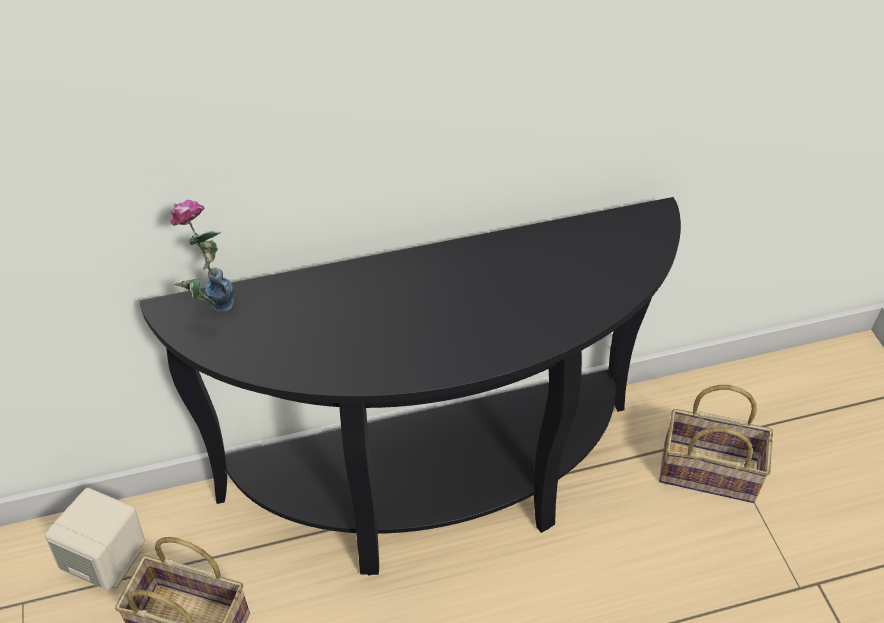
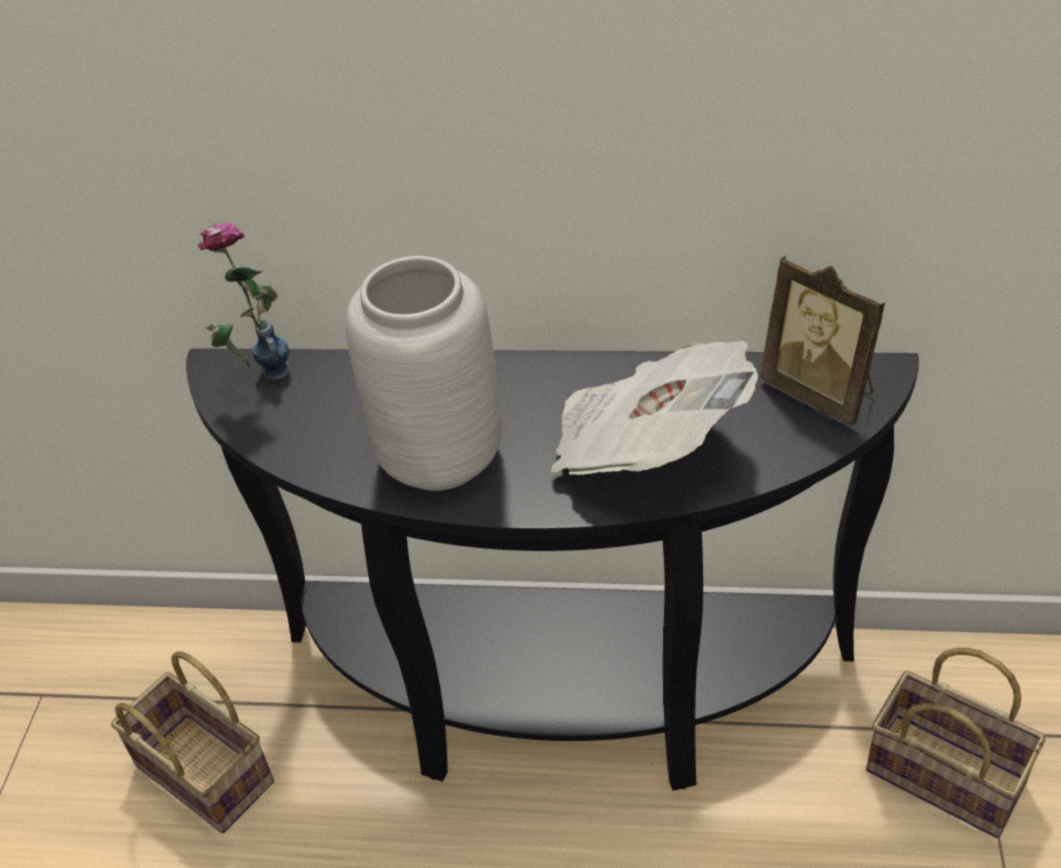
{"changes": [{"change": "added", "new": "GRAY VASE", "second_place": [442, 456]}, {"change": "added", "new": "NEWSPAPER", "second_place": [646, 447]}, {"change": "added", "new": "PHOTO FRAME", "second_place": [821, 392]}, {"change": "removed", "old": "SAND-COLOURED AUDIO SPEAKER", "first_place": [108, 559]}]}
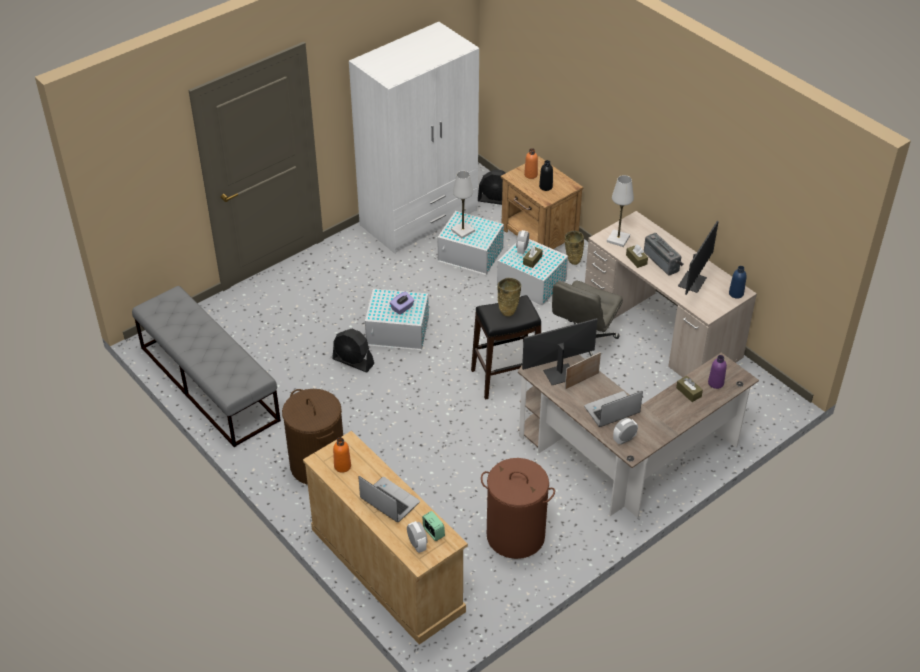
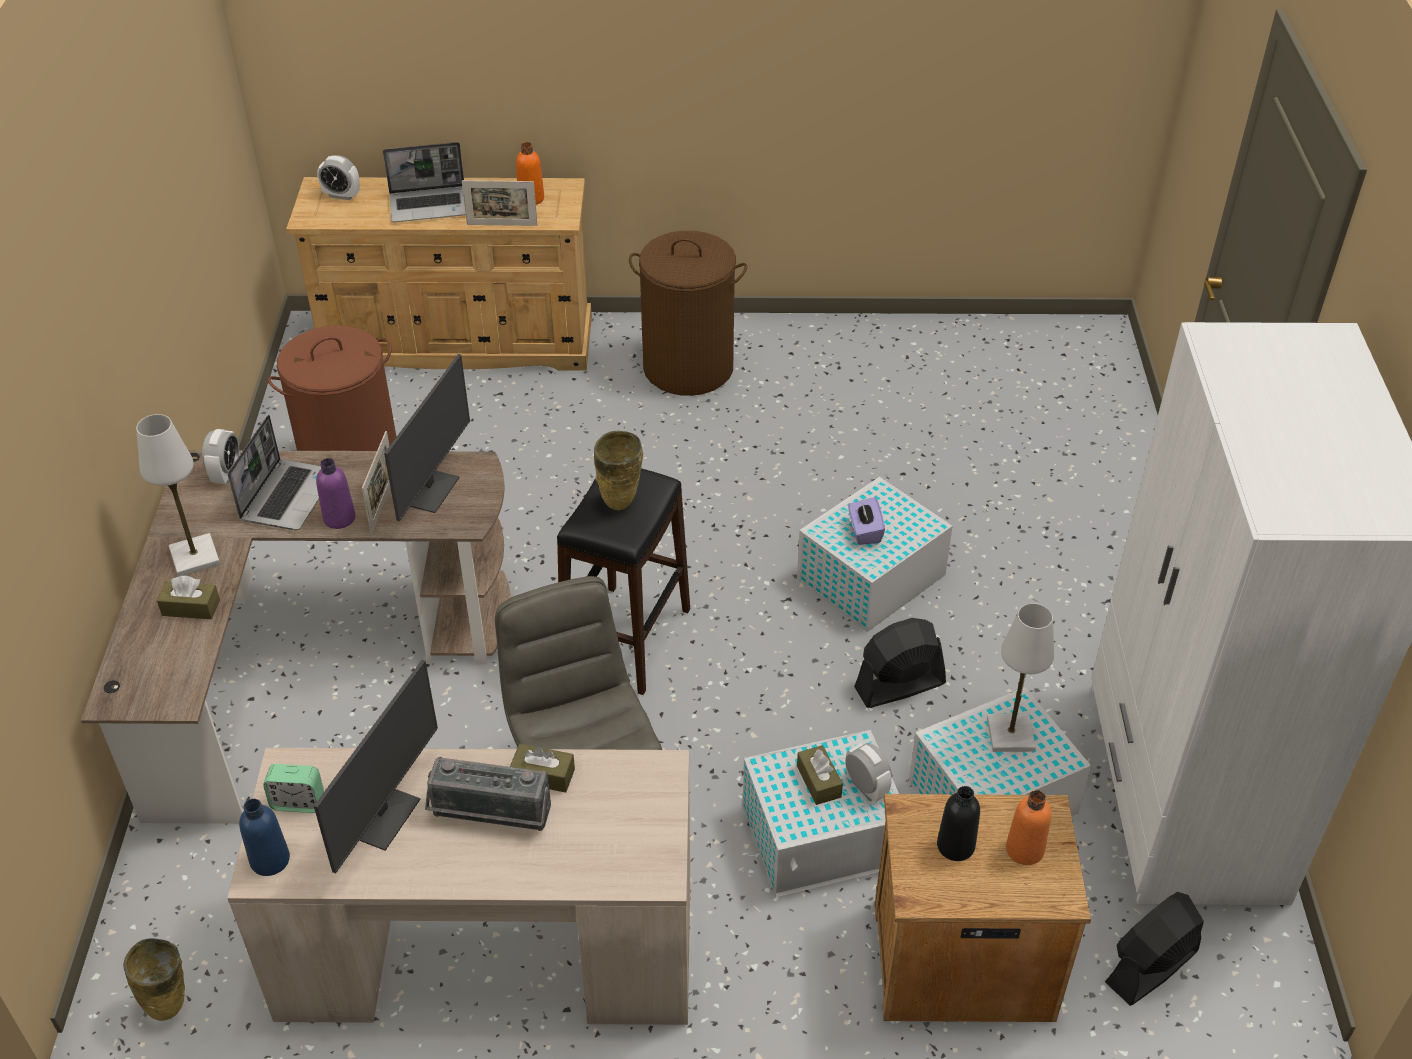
{"changes": [{"change": "moved", "old": "SAND-COLOURED VASE", "first_place": [573, 261], "second_place": [170, 1008]}, {"change": "moved", "old": "WHITISH LAMP FOR A TABLE", "first_place": [618, 239], "second_place": [194, 557]}, {"change": "moved", "old": "ALARM CLOCK", "first_place": [433, 532], "second_place": [298, 802]}, {"change": "turned", "old": "COMPUTER SCREEN", "first_place": [693, 282], "second_place": [382, 816], "degrees": -135}, {"change": "moved", "old": "PURPLE BEVERAGE BOTTLE", "first_place": [715, 383], "second_place": [339, 518]}, {"change": "added", "new": "PHOTO FRAME", "second_place": [502, 225]}, {"change": "moved", "old": "BLACKISH ELECTRIC FAN", "first_place": [353, 361], "second_place": [899, 686]}, {"change": "removed", "old": "GRAY INDOOR BENCH", "first_place": [208, 383]}]}
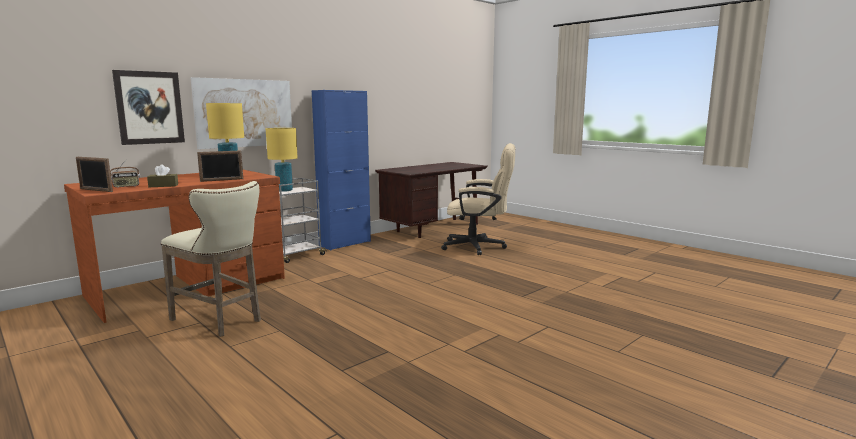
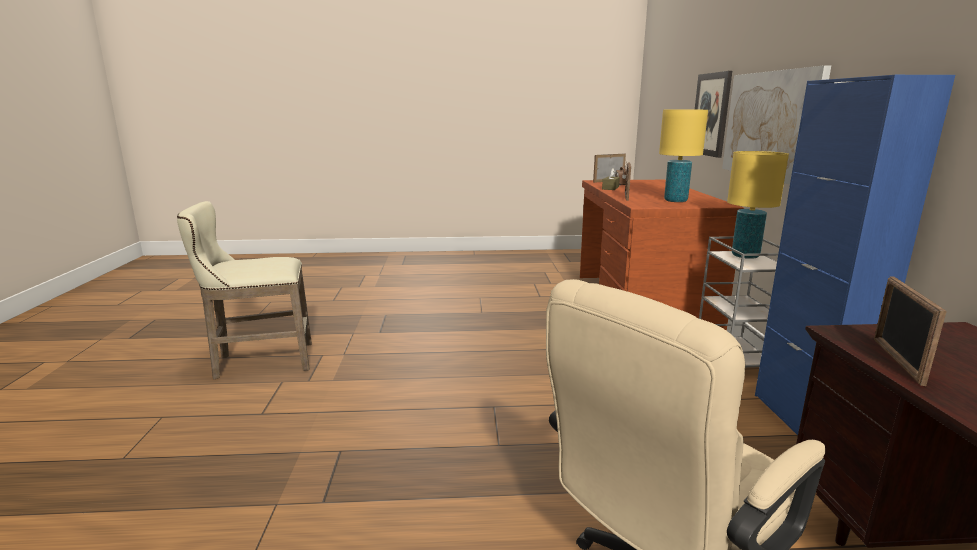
{"changes": [{"change": "moved", "old": "SAND-COLOURED STOOL SEAT", "first_place": [220, 321], "second_place": [258, 362]}, {"change": "added", "new": "PHOTO FRAME", "second_place": [897, 361]}]}
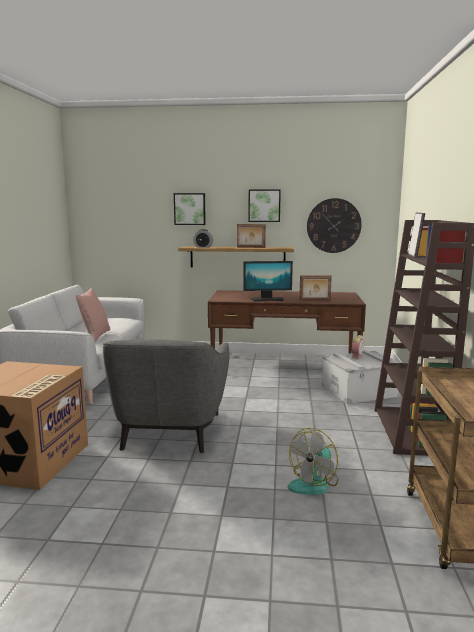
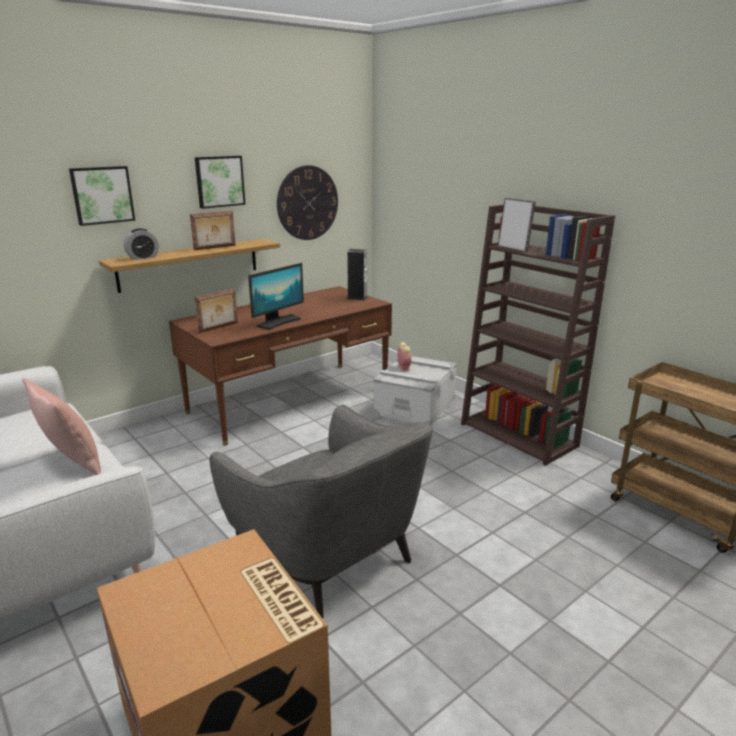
{"changes": [{"change": "moved", "old": "PHOTO FRAME", "first_place": [315, 300], "second_place": [219, 327]}, {"change": "added", "new": "AUDIO SPEAKER", "second_place": [357, 297]}, {"change": "removed", "old": "ELECTRIC FAN", "first_place": [314, 483]}]}
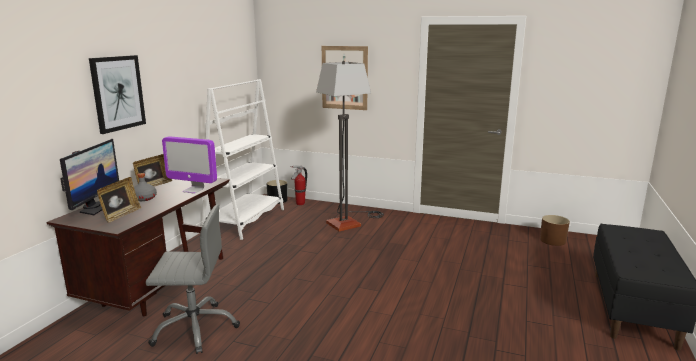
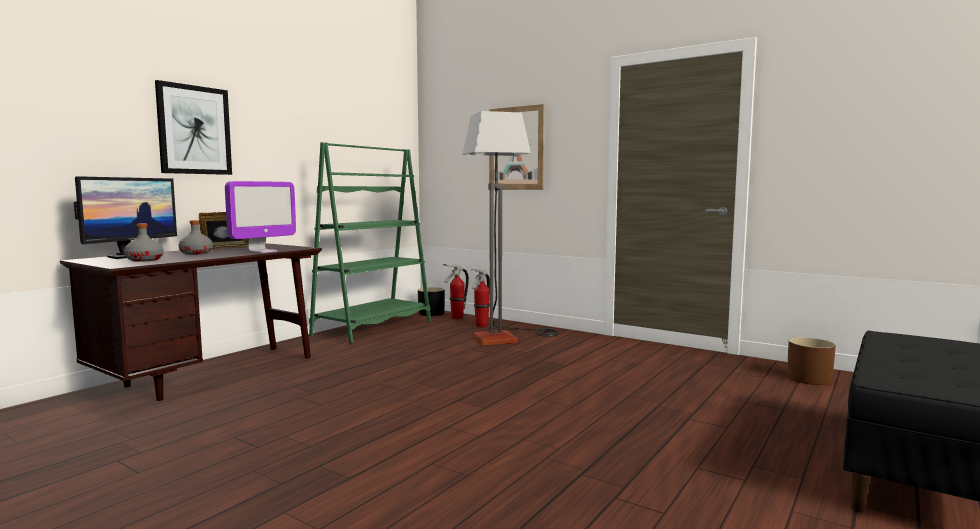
{"changes": [{"change": "replaced", "old": "PHOTO FRAME", "new": "GRAY BEVERAGE BOTTLE", "first_place": [120, 215], "second_place": [144, 260]}, {"change": "turned", "old": "COMPUTER SCREEN", "first_place": [193, 190], "second_place": [263, 251], "degrees": -90}, {"change": "recoloured", "old": "WHITISH BOOKSHELF", "new": "GREEN-COLOURED BOOKSHELF", "first_place": [245, 221], "second_place": [373, 328]}, {"change": "added", "new": "FIRE EXTINGUISHER", "second_place": [481, 326]}, {"change": "removed", "old": "GRAY COMPUTER CHAIR", "first_place": [195, 328]}]}
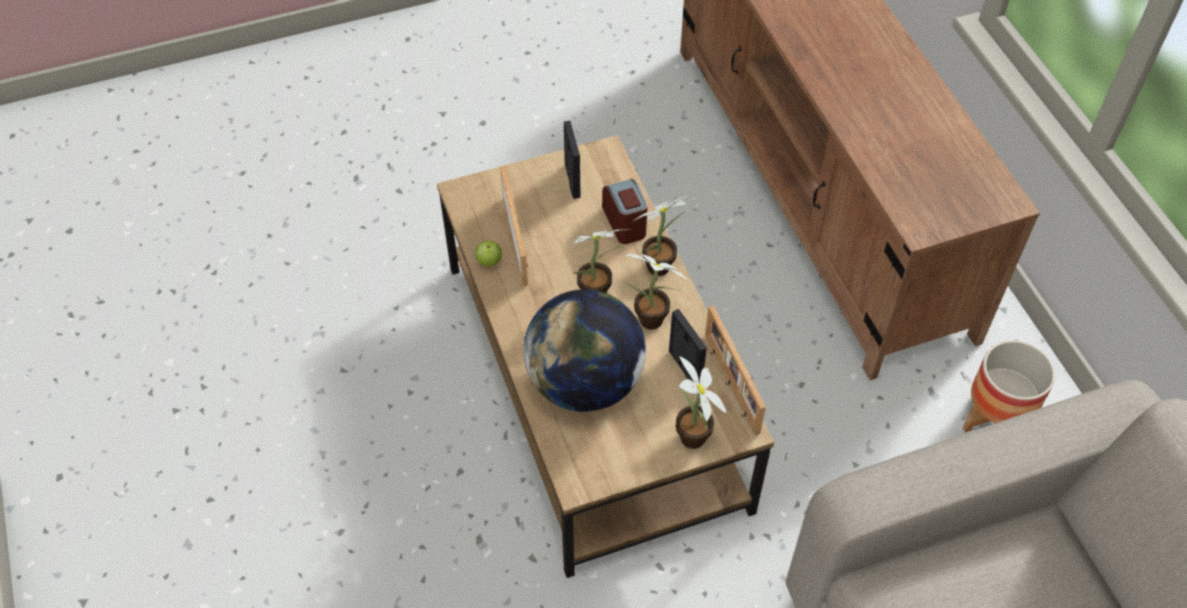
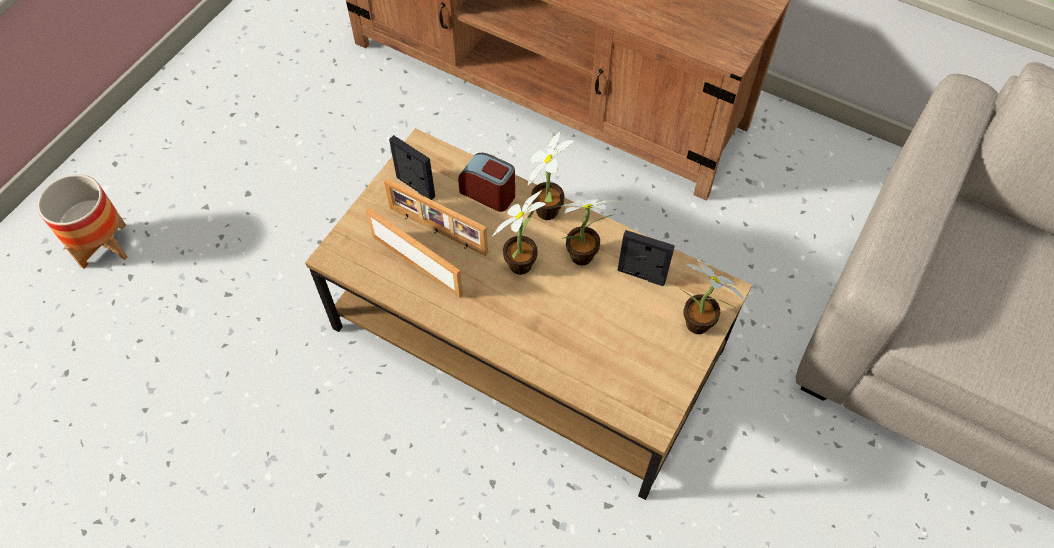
{"changes": [{"change": "moved", "old": "PLANTER", "first_place": [994, 420], "second_place": [104, 245]}, {"change": "moved", "old": "PHOTO FRAME", "first_place": [729, 384], "second_place": [437, 231]}, {"change": "removed", "old": "APPLE FRUIT", "first_place": [489, 261]}, {"change": "removed", "old": "WORLD GLOBE", "first_place": [585, 383]}]}
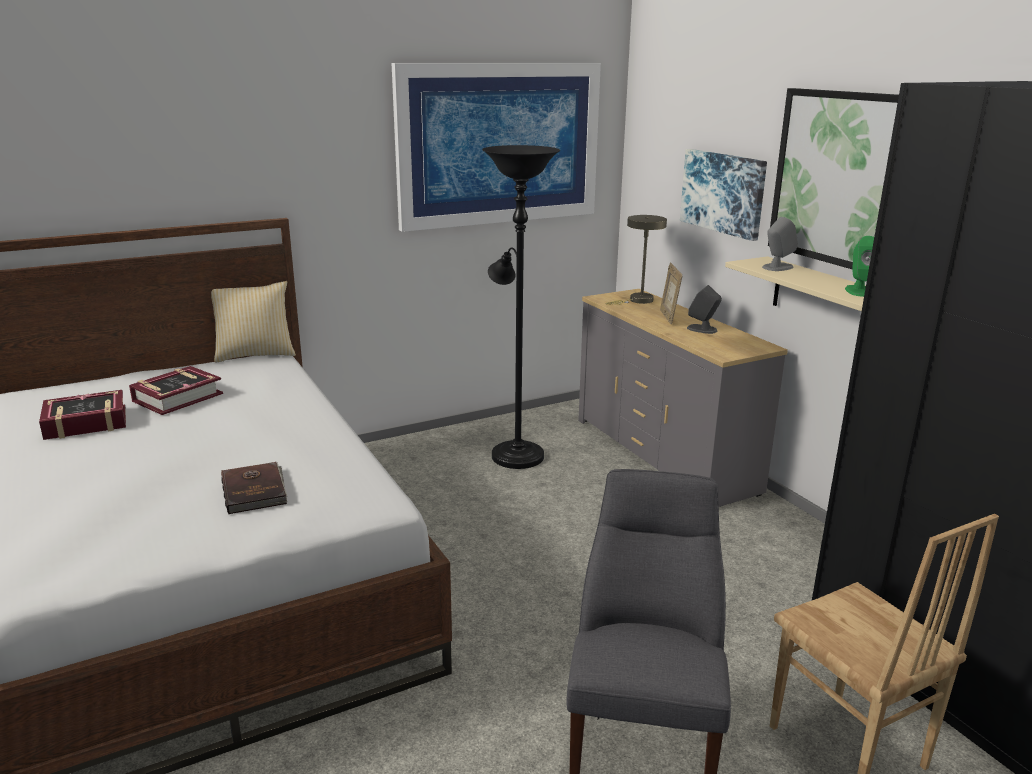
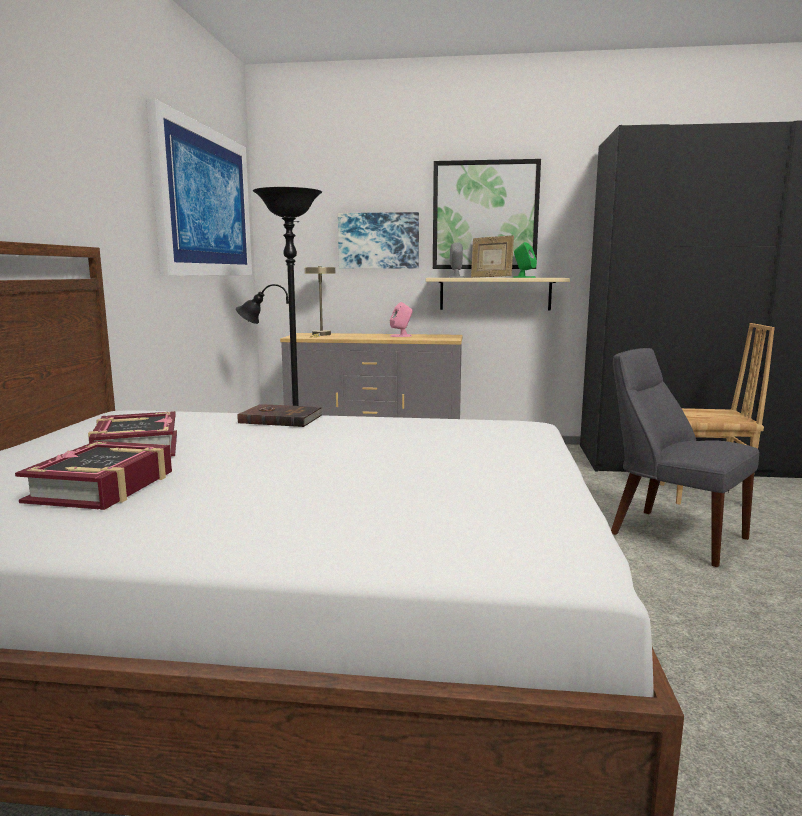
{"changes": [{"change": "moved", "old": "BROWN-COLOURED BOUND BOOK", "first_place": [255, 490], "second_place": [280, 419]}, {"change": "recoloured", "old": "GRAY AUDIO SPEAKER", "new": "PINK-COLOURED AUDIO SPEAKER", "first_place": [702, 329], "second_place": [401, 336]}, {"change": "moved", "old": "PHOTO FRAME", "first_place": [668, 317], "second_place": [491, 277]}, {"change": "removed", "old": "PILLOW", "first_place": [255, 354]}]}
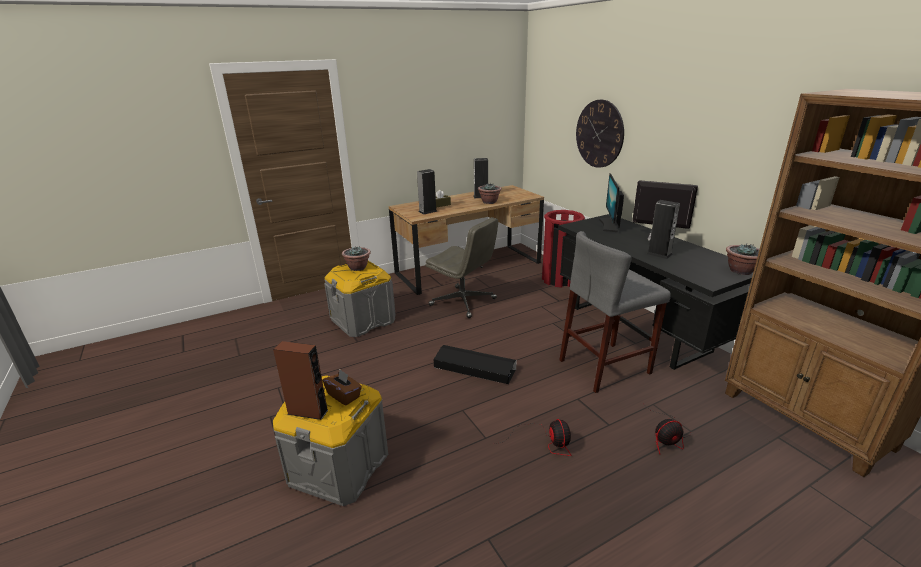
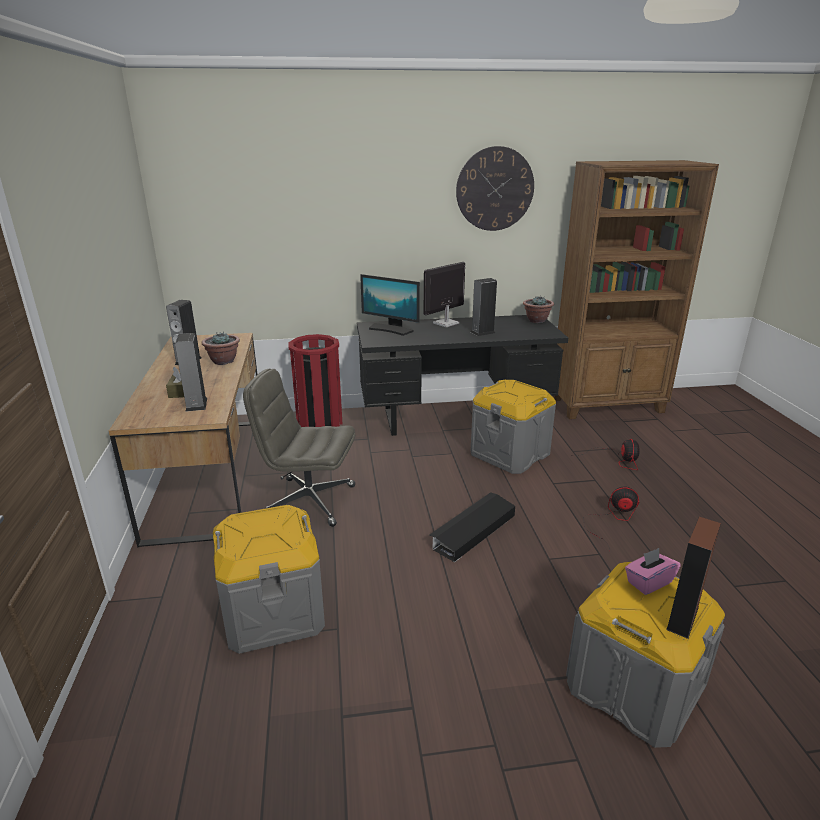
{"changes": [{"change": "turned", "old": "GRAY COMPUTER CHAIR", "first_place": [463, 302], "second_place": [308, 502], "degrees": -135}, {"change": "moved", "old": "CLOCK ON THE WALL", "first_place": [599, 134], "second_place": [495, 189]}, {"change": "replaced", "old": "GRAY STOOL SEAT", "new": "GRAY STORAGE BIN", "first_place": [605, 367], "second_place": [509, 454]}, {"change": "recoloured", "old": "BROWN-COLOURED TISSUE BOX", "new": "PINK-COLOURED TISSUE BOX", "first_place": [344, 396], "second_place": [648, 582]}, {"change": "removed", "old": "POTTED PLANT", "first_place": [358, 268]}]}
